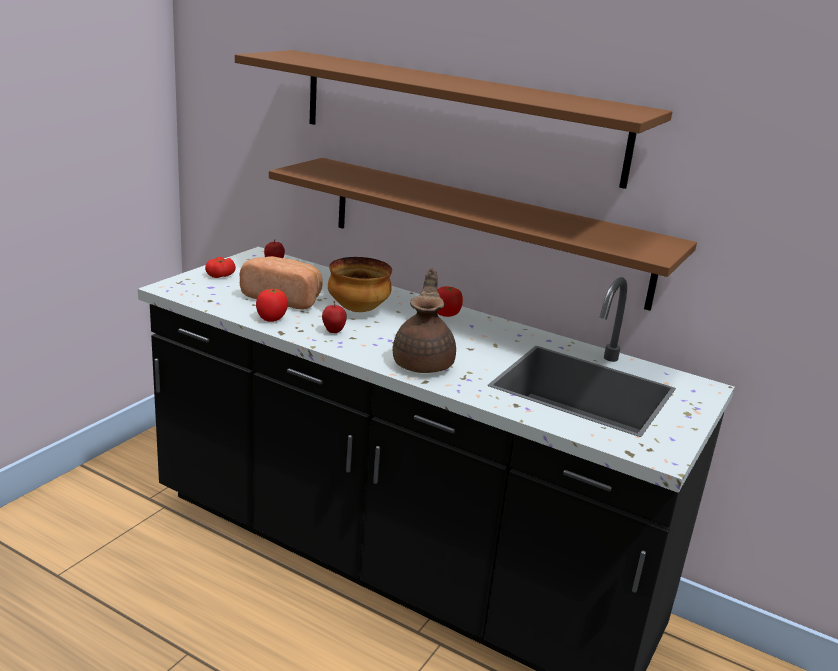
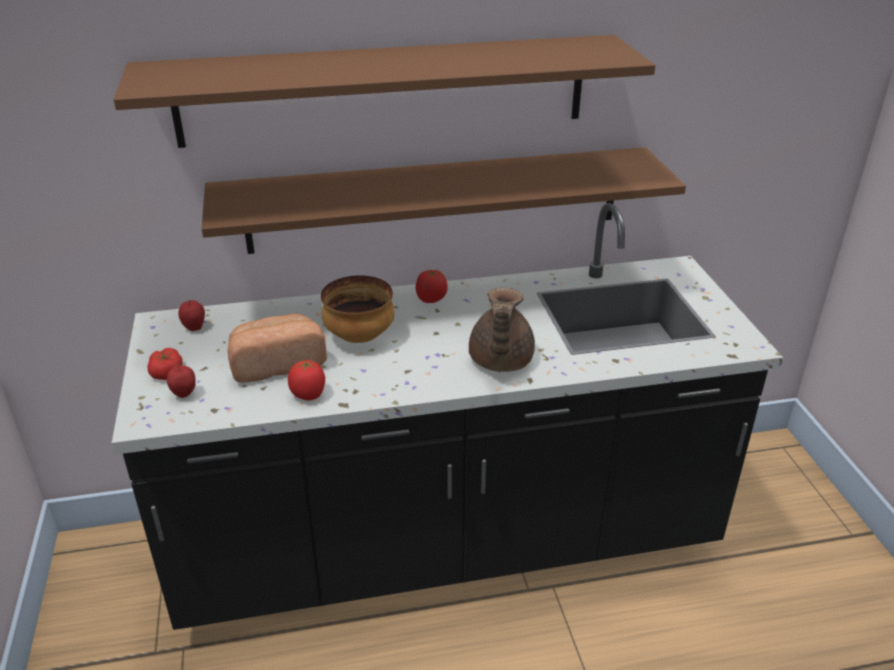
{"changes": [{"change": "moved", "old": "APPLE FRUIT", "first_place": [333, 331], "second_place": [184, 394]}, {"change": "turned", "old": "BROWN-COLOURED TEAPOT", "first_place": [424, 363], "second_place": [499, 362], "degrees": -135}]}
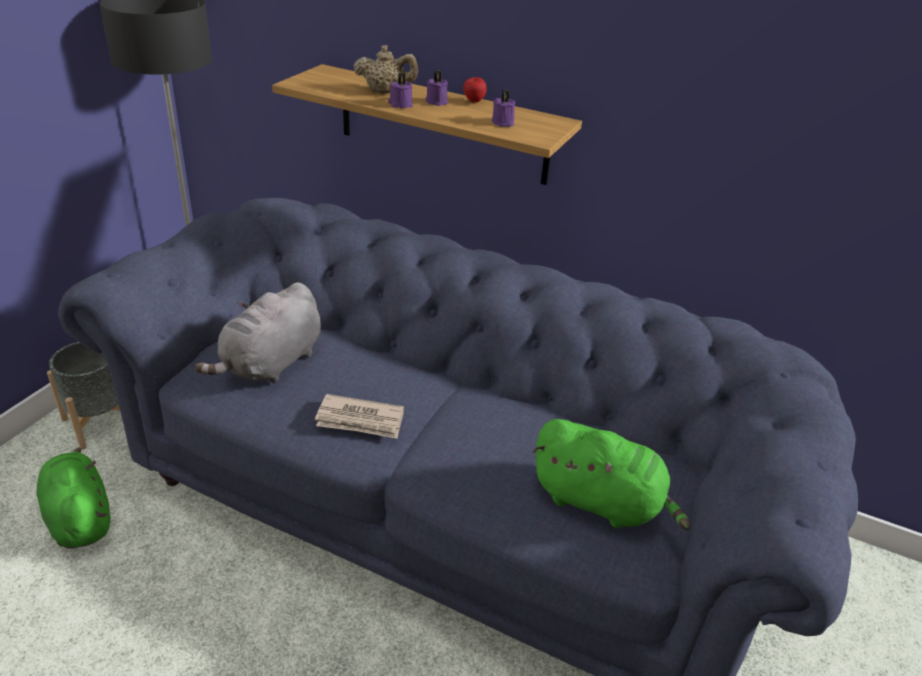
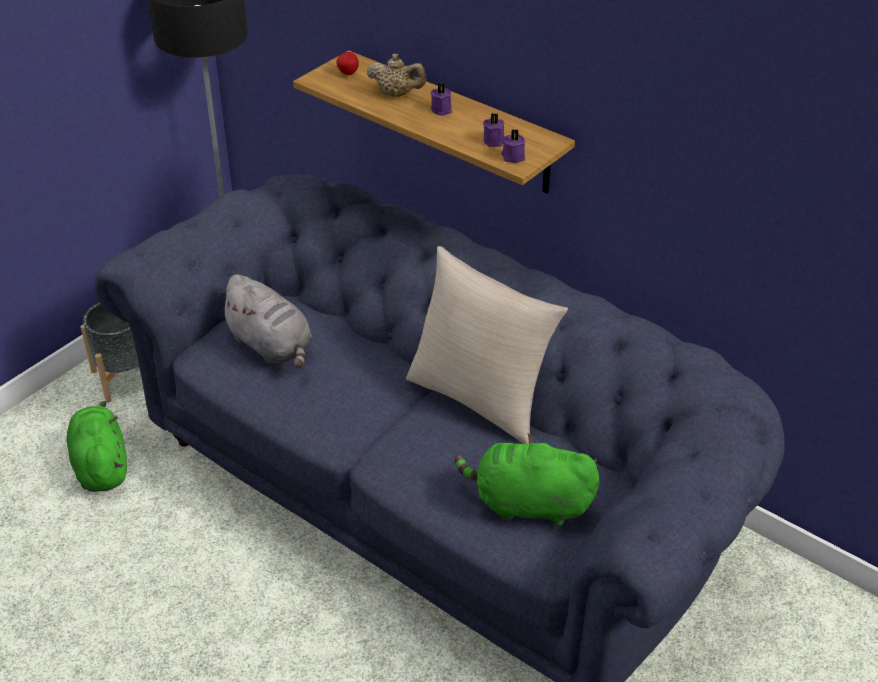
{"changes": [{"change": "turned", "old": "GRAY CUDDLY TOY", "first_place": [270, 364], "second_place": [272, 346], "degrees": -90}, {"change": "moved", "old": "APPLE FRUIT", "first_place": [473, 102], "second_place": [348, 74]}, {"change": "added", "new": "SAND-COLOURED PILLOW", "second_place": [480, 399]}, {"change": "turned", "old": "GREEN-COLOURED CUDDLY TOY", "first_place": [601, 502], "second_place": [528, 505], "degrees": 150}, {"change": "moved", "old": "PURPLE CANDLE", "first_place": [400, 104], "second_place": [512, 157]}, {"change": "removed", "old": "NEWSPAPER", "first_place": [360, 420]}]}
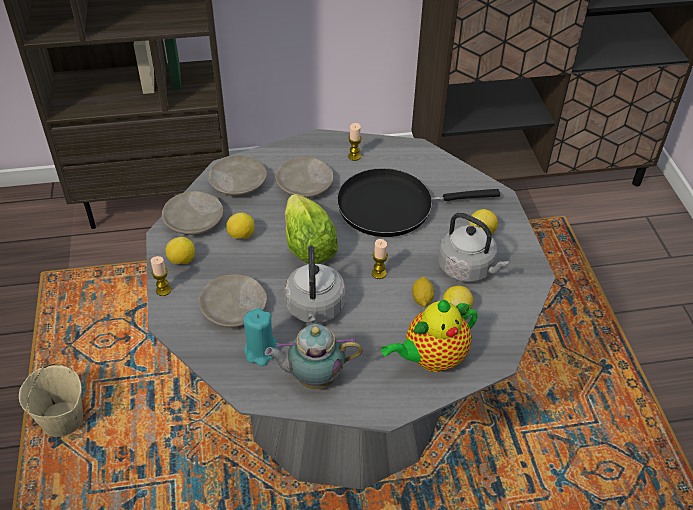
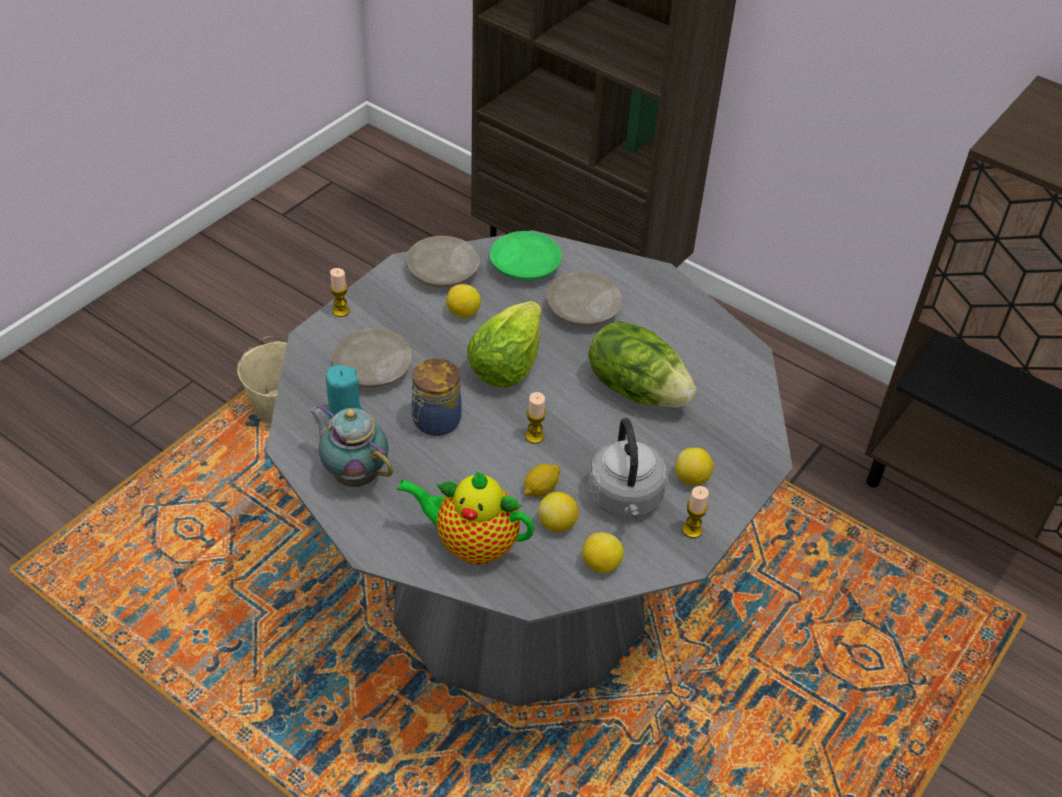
{"changes": [{"change": "replaced", "old": "GRAY WATER KETTLE", "new": "PRESERVE JAR", "first_place": [315, 309], "second_place": [435, 422]}, {"change": "recoloured", "old": "SAND-COLOURED DINNER PLATE", "new": "GREEN-COLOURED DINNER PLATE", "first_place": [238, 183], "second_place": [525, 265]}, {"change": "moved", "old": "CITRUS FRUIT", "first_place": [182, 261], "second_place": [600, 564]}, {"change": "replaced", "old": "BLACKISH FRYING PAN", "new": "LETTUCE", "first_place": [392, 207], "second_place": [637, 388]}, {"change": "moved", "old": "CANDLE", "first_place": [354, 156], "second_place": [692, 530]}]}
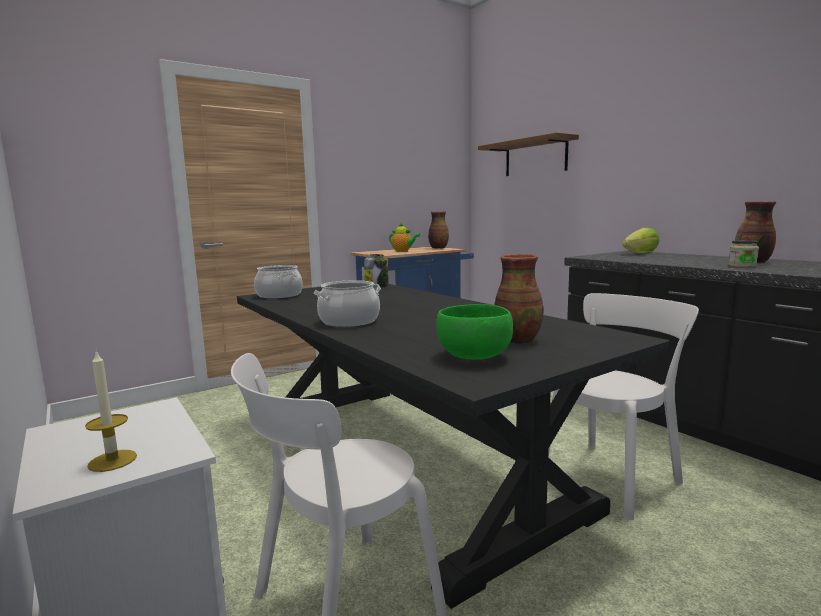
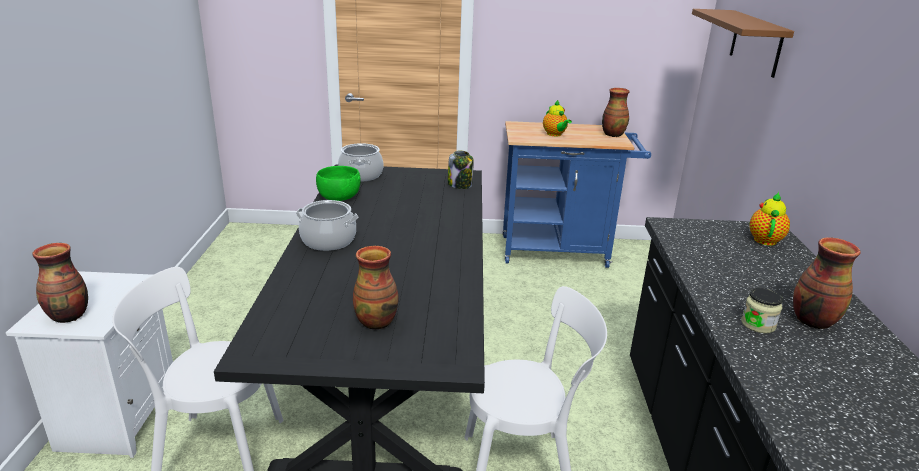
{"changes": [{"change": "replaced", "old": "CANDLE", "new": "VASE", "first_place": [112, 460], "second_place": [69, 316]}, {"change": "moved", "old": "GREEN-COLOURED SERVING BOWL", "first_place": [474, 356], "second_place": [339, 198]}, {"change": "replaced", "old": "LETTUCE", "new": "TEAPOT", "first_place": [640, 253], "second_place": [765, 239]}]}
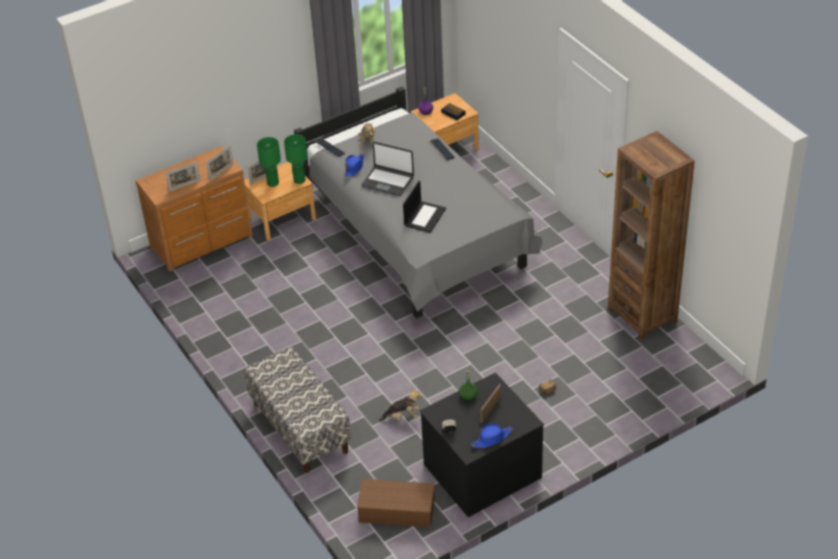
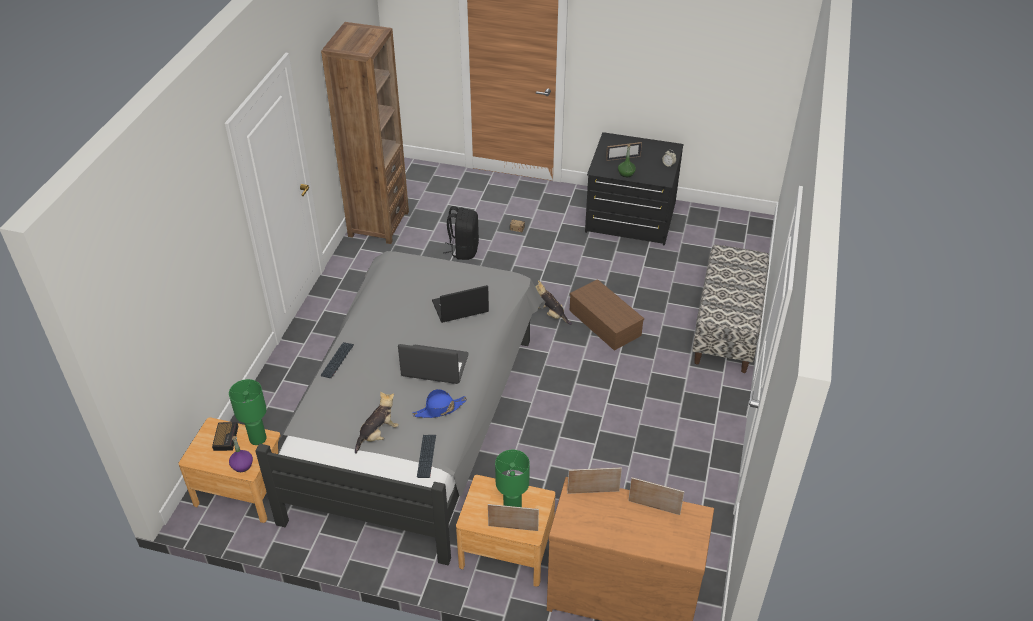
{"changes": [{"change": "moved", "old": "GREEN-COLOURED LAMP FOR A TABLE", "first_place": [300, 180], "second_place": [257, 438]}, {"change": "turned", "old": "NOTEBOOK COMPUTER", "first_place": [388, 181], "second_place": [435, 366], "degrees": -60}, {"change": "added", "new": "BLACKISH RUCKSACK", "second_place": [463, 250]}, {"change": "moved", "old": "CUDDLY TOY", "first_place": [402, 417], "second_place": [551, 314]}, {"change": "moved", "old": "BROWN-COLOURED STORAGE BIN", "first_place": [398, 510], "second_place": [603, 322]}, {"change": "removed", "old": "BLUE-COLOURED WEARABLE HAT", "first_place": [492, 439]}]}
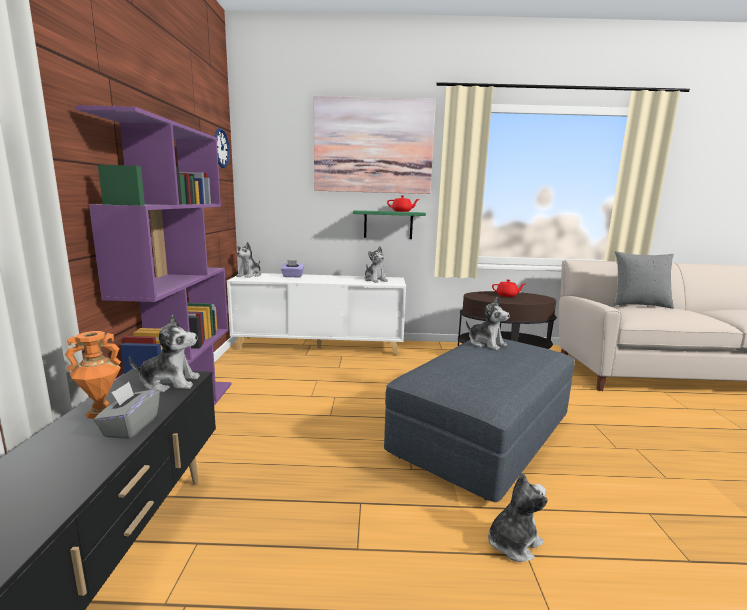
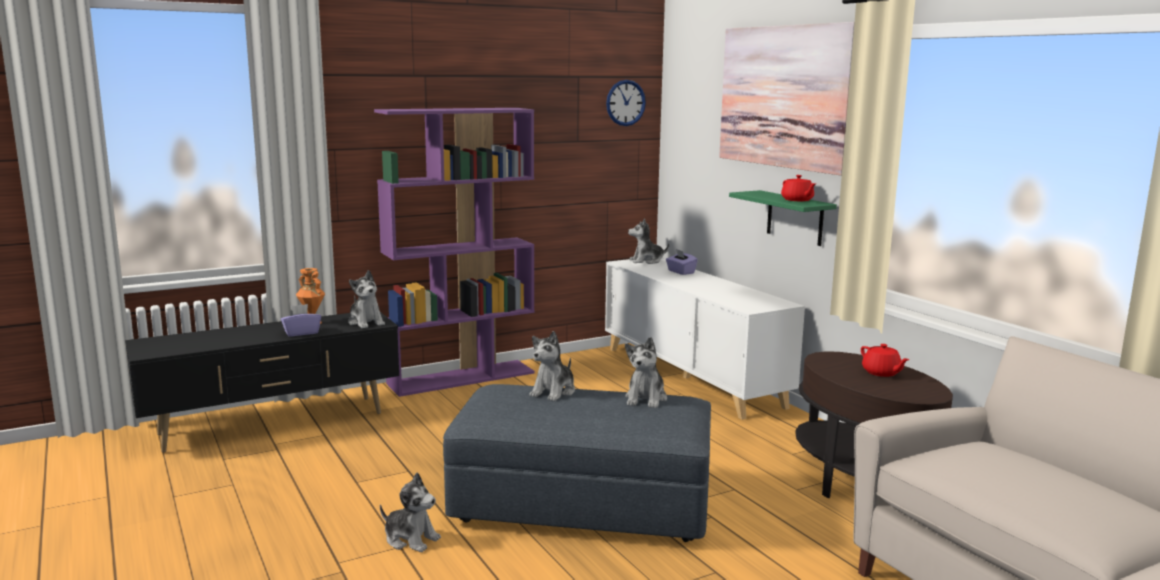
{"changes": [{"change": "recoloured", "old": "GRAY TISSUE BOX", "new": "PURPLE TISSUE BOX", "first_place": [130, 426], "second_place": [301, 333]}, {"change": "moved", "old": "CUDDLY TOY", "first_place": [375, 280], "second_place": [554, 392]}, {"change": "removed", "old": "GRAY PILLOW", "first_place": [639, 305]}]}
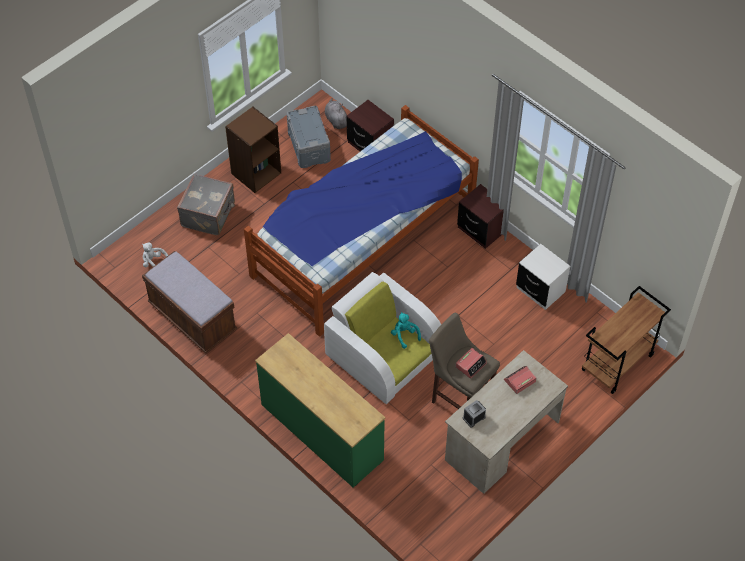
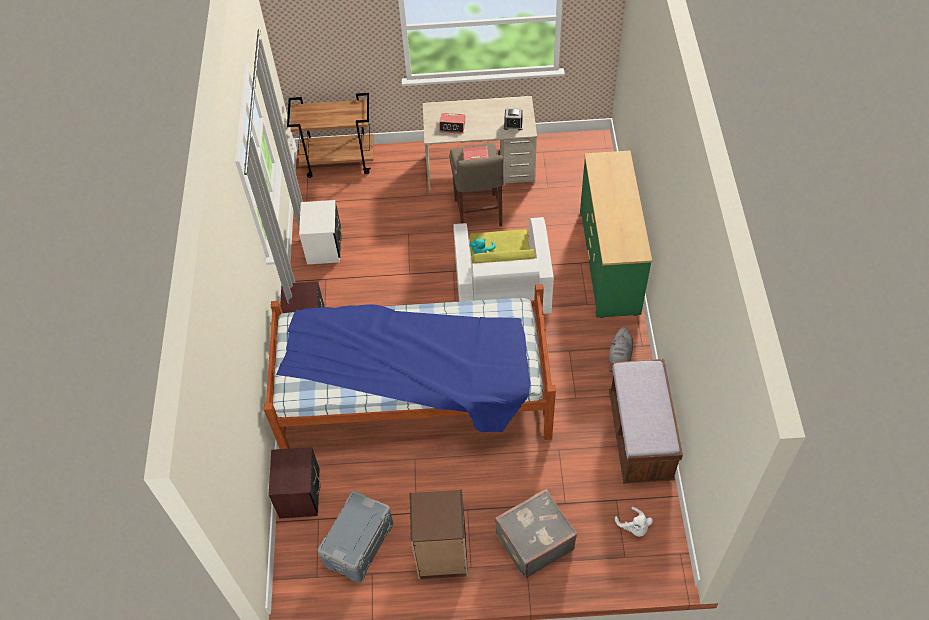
{"changes": [{"change": "moved", "old": "GRAY CUDDLY TOY", "first_place": [336, 120], "second_place": [620, 356]}]}
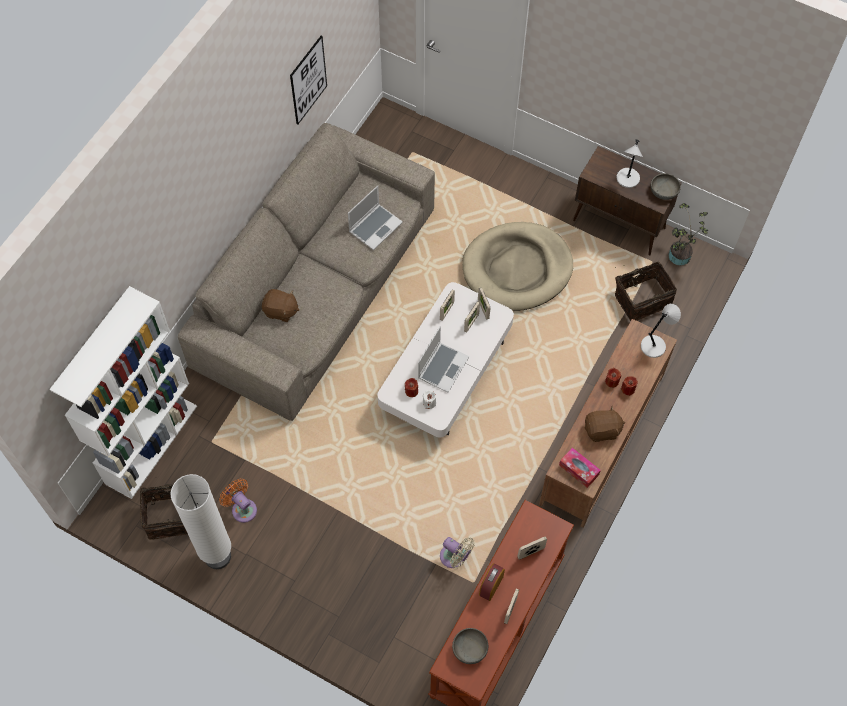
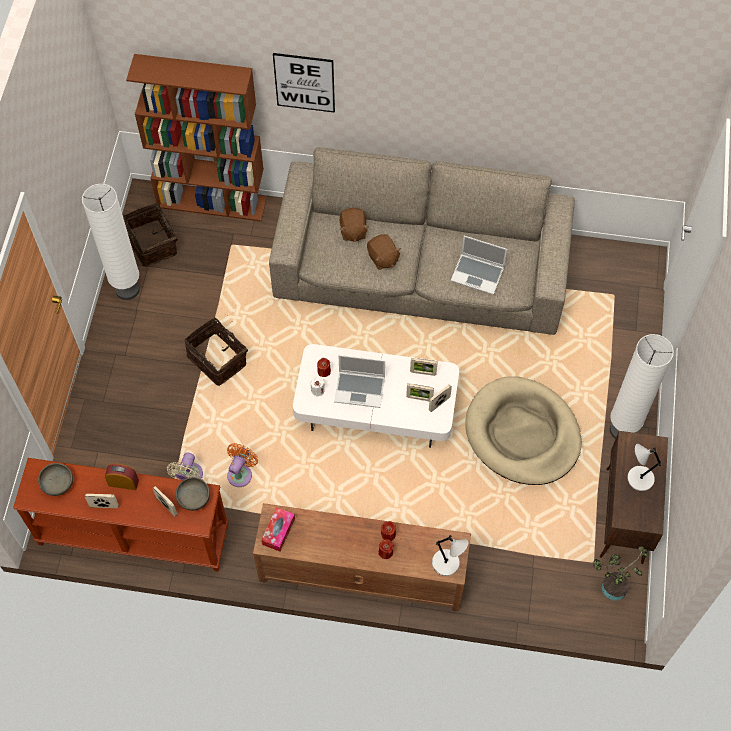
{"changes": [{"change": "recoloured", "old": "WHITISH BOOKSHELF", "new": "BROWN-COLOURED BOOKSHELF", "first_place": [151, 443], "second_place": [213, 202]}, {"change": "moved", "old": "GRAY SERVING BOWL", "first_place": [663, 192], "second_place": [194, 498]}, {"change": "moved", "old": "STORAGE BASKET", "first_place": [641, 298], "second_place": [218, 359]}, {"change": "moved", "old": "ORANGEY ELECTRIC FAN", "first_place": [242, 508], "second_place": [241, 473]}, {"change": "moved", "old": "WALL PICTURE", "first_place": [308, 80], "second_place": [304, 82]}, {"change": "moved", "old": "BROWN-COLOURED CUDDLY TOY", "first_place": [602, 430], "second_place": [382, 258]}, {"change": "added", "new": "WHITISH FLOOR LAMP", "second_place": [622, 430]}]}
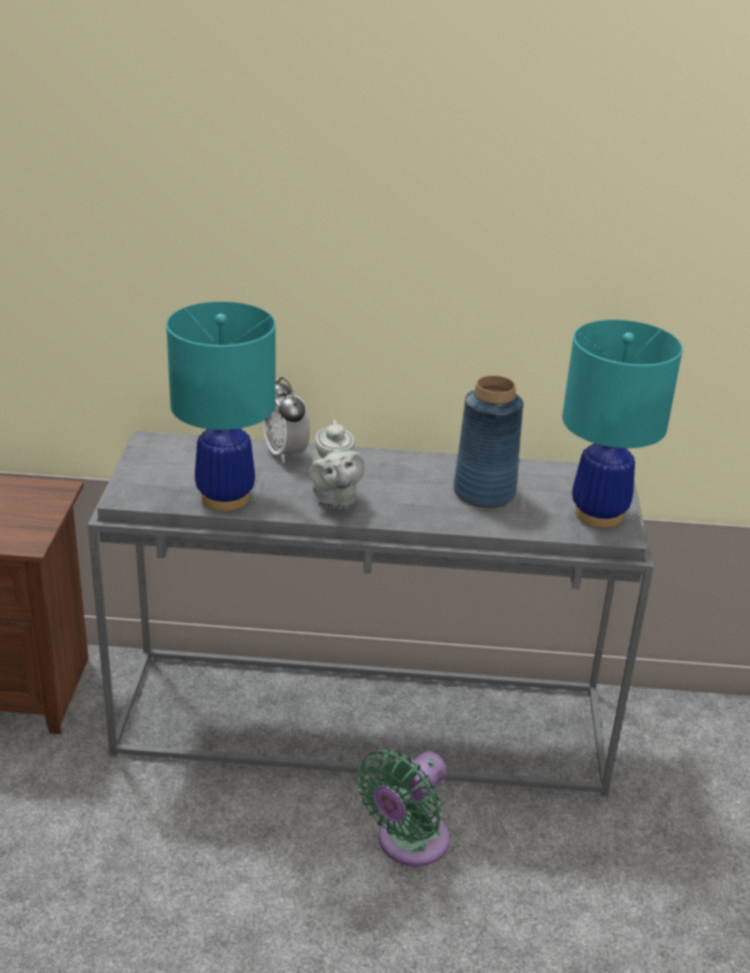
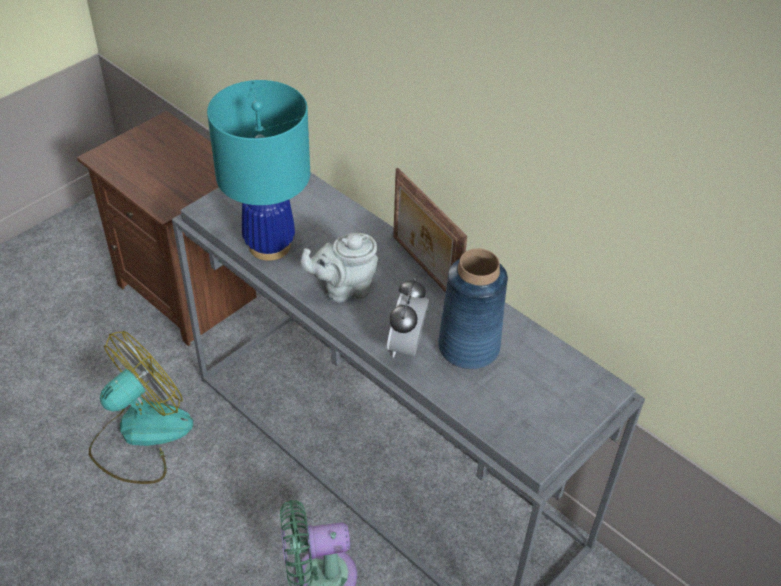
{"changes": [{"change": "added", "new": "ELECTRIC FAN", "second_place": [140, 435]}, {"change": "turned", "old": "GRAY TEAPOT", "first_place": [334, 499], "second_place": [344, 289], "degrees": 45}, {"change": "moved", "old": "ALARM CLOCK", "first_place": [285, 453], "second_place": [406, 346]}, {"change": "added", "new": "PHOTO FRAME", "second_place": [423, 270]}, {"change": "removed", "old": "TURQUOISE LAMP FOR A TABLE", "first_place": [598, 514]}]}
